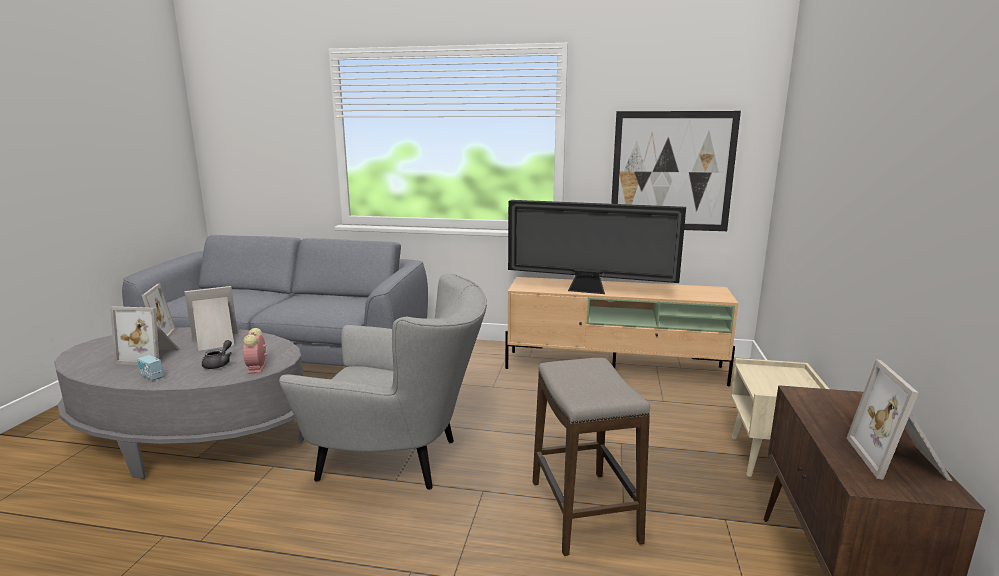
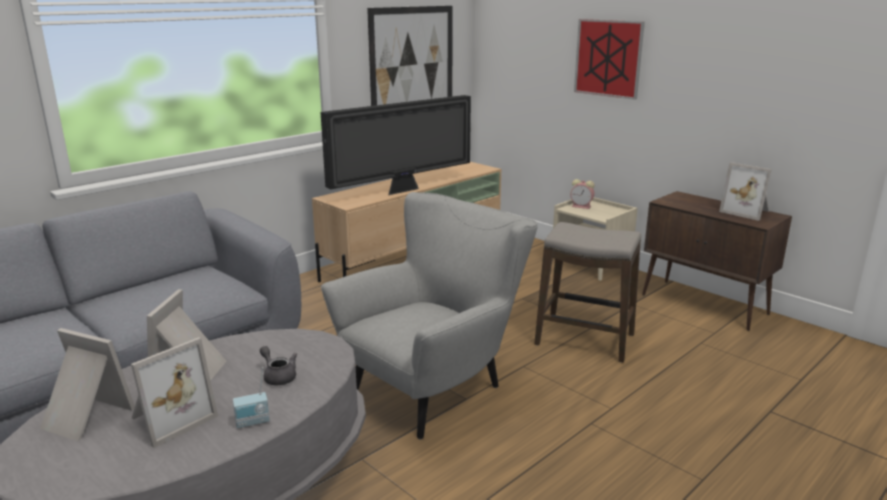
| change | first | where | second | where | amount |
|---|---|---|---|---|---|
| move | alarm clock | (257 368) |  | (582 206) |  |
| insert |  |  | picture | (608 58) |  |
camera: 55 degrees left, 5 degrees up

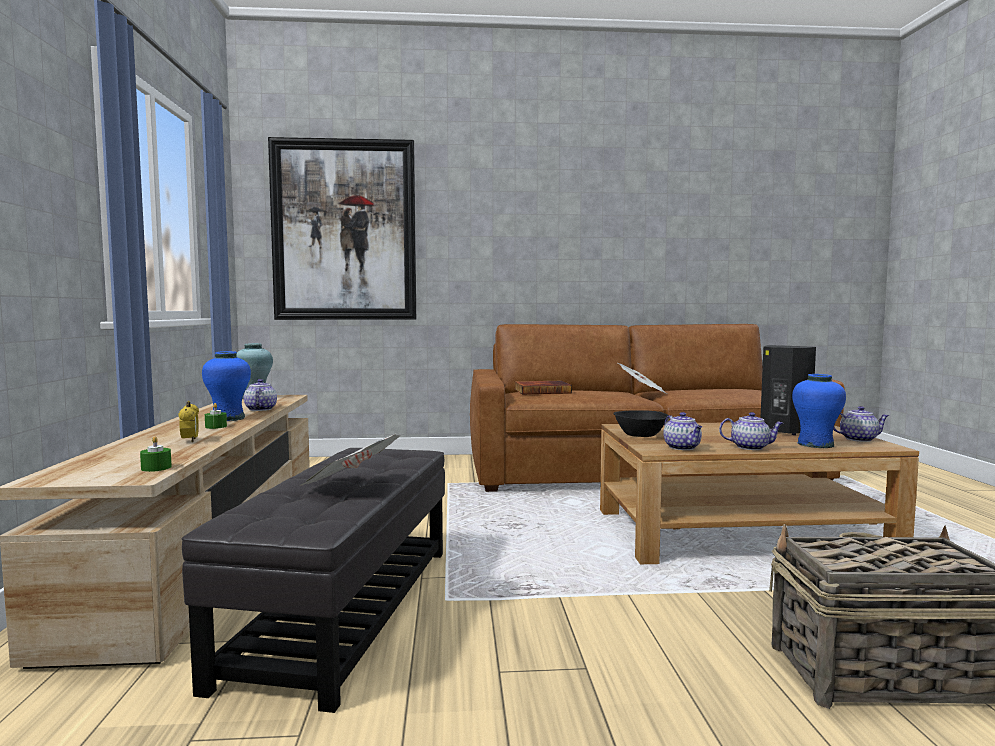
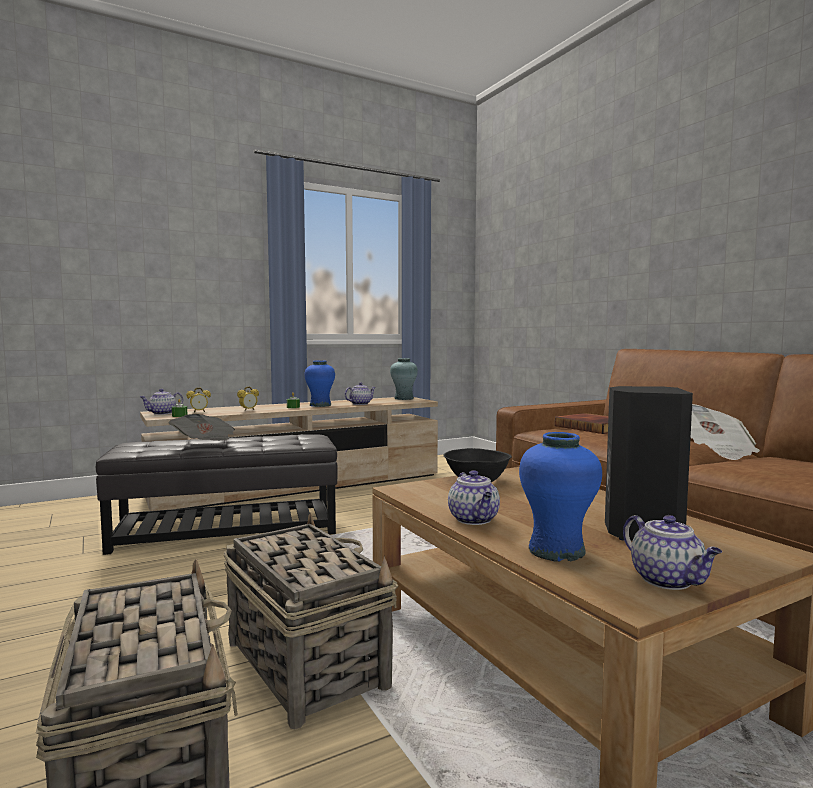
| change | first | where | second | where | amount |
|---|---|---|---|---|---|
| move | teapot | (683 448) |  | (162 413) |  |
| insert |  |  | alarm clock | (199 412) |  |
| insert |  |  | basket | (305 662) |  |
| delete | picture | (344 231) |  |  |  |
camera: 65 degrees right, 0 degrees up

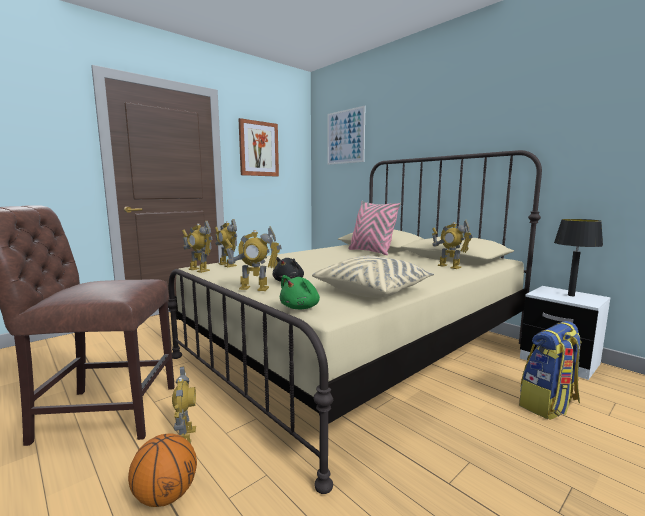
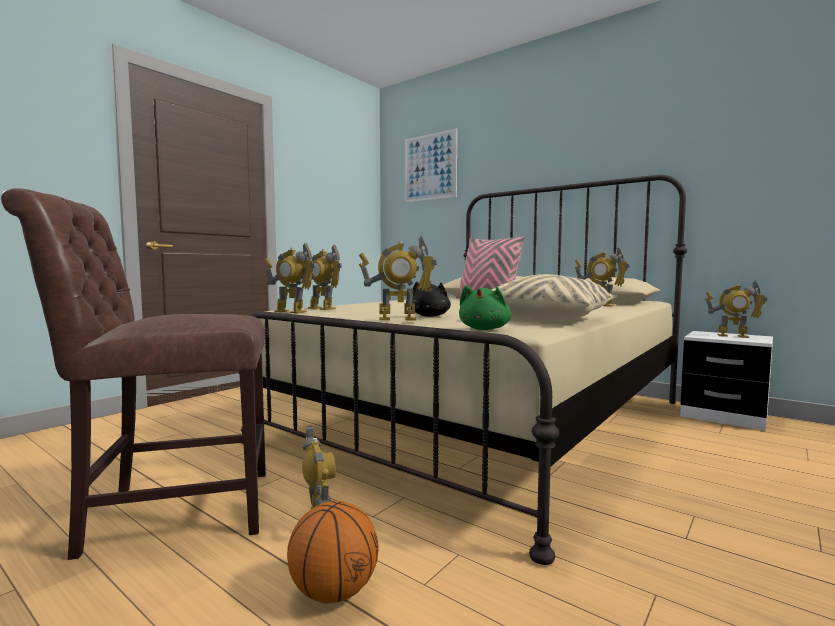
| change | first | where | second | where | amount |
|---|---|---|---|---|---|
| replace | table lamp in black | (571 295) | toy robot | (733 336) |  |
| delete | picture | (258 149) |  |  |  |
| delete | backpack | (548 405) |  |  |  |
camera: 10 degrees left, 5 degrees down

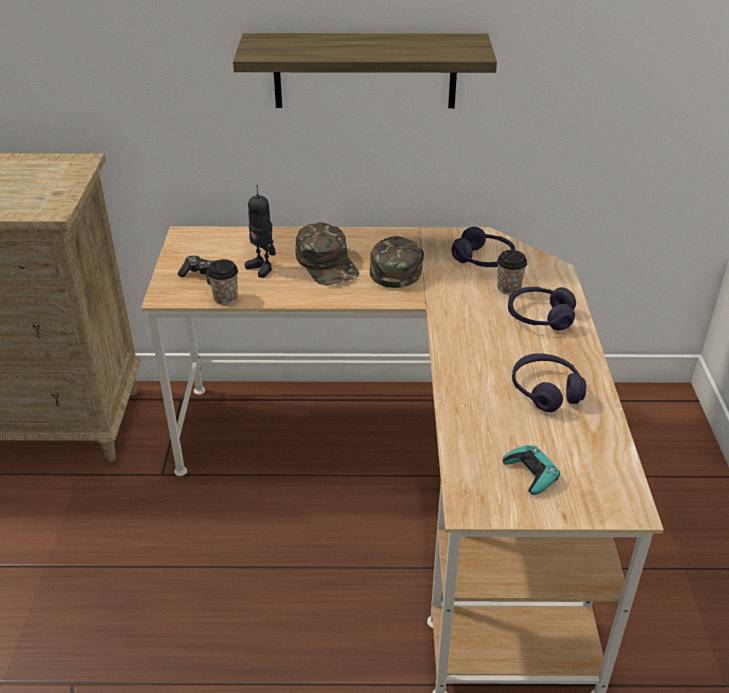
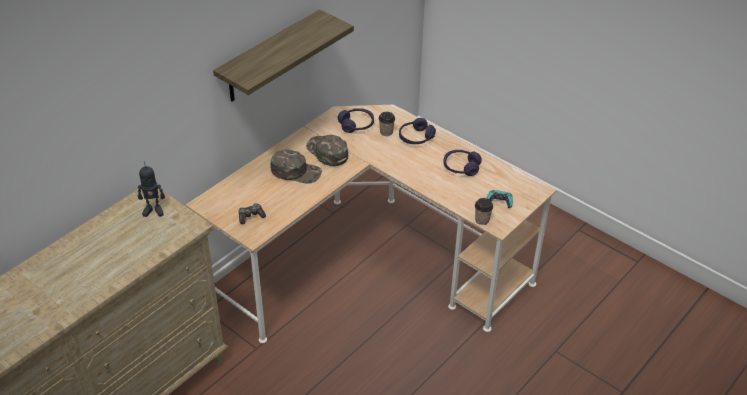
| change | first | where | second | where | amount |
|---|---|---|---|---|---|
| move | toy robot | (262 268) |  | (153 210) |  |
| move | cup | (225 298) |  | (482 220) |  |
camera: 50 degrees left, 5 degrees up

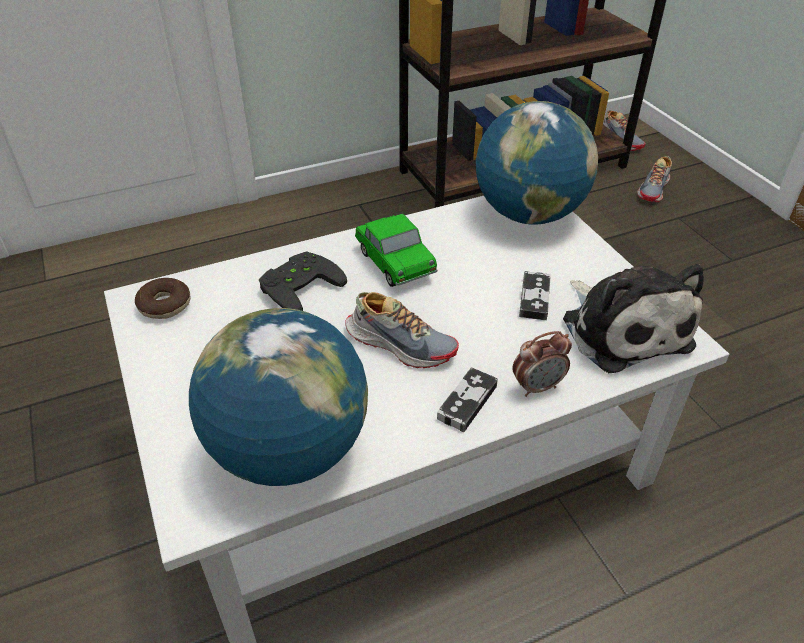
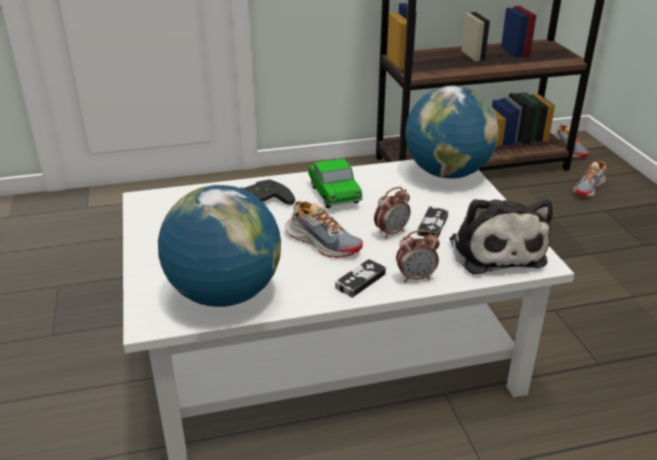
| change | first | where | second | where | amount |
|---|---|---|---|---|---|
| insert |  |  | alarm clock | (391 232) |  |
| delete | donut | (165 305) |  |  |  |
camera: 10 degrees right, 10 degrees down

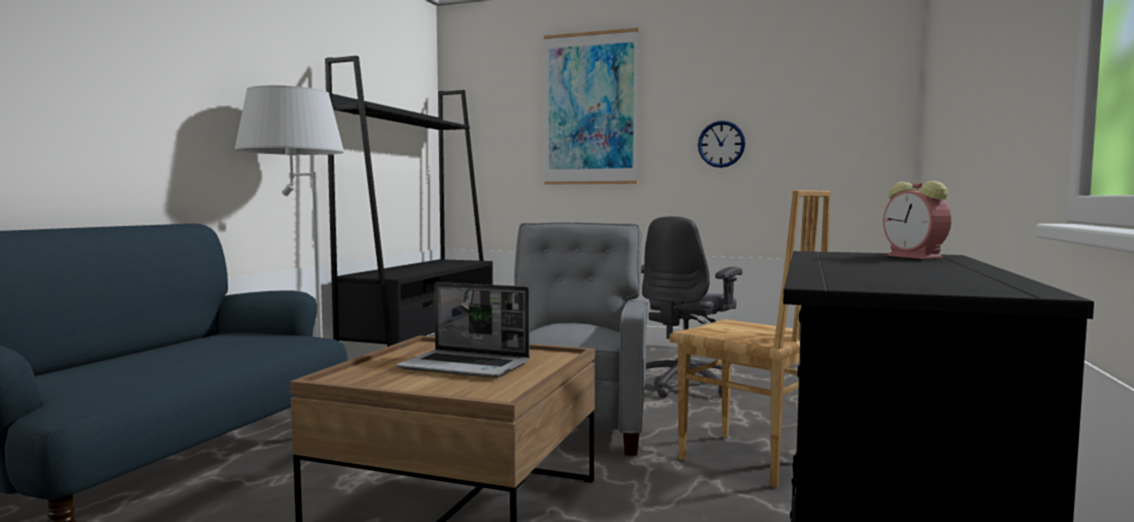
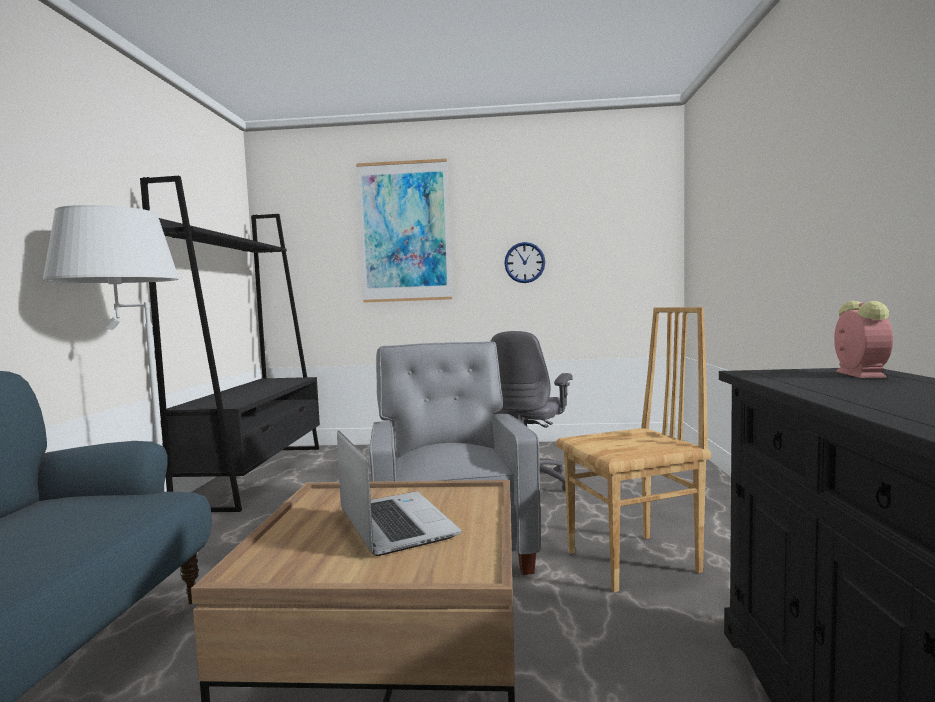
| change | first | where | second | where | amount |
|---|---|---|---|---|---|
| rotate | laptop | (466 366) |  | (394 524) | 120 degrees counterclockwise |
| rotate | chair in brown | (747 460) |  | (634 562) | 45 degrees counterclockwise |
| rotate | alarm clock | (917 257) |  | (858 374) | 135 degrees counterclockwise |
camera: 15 degrees left, 0 degrees up

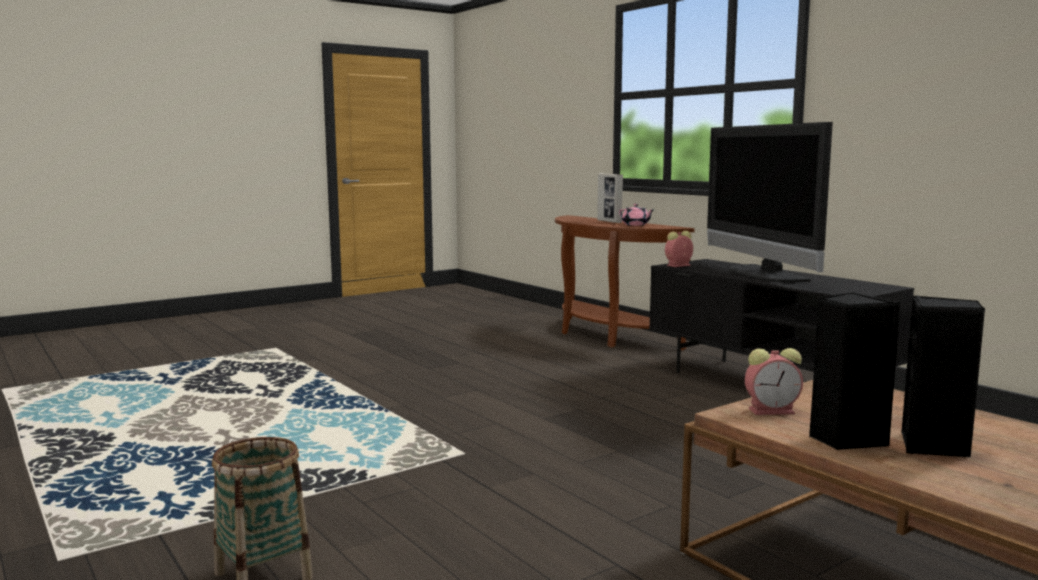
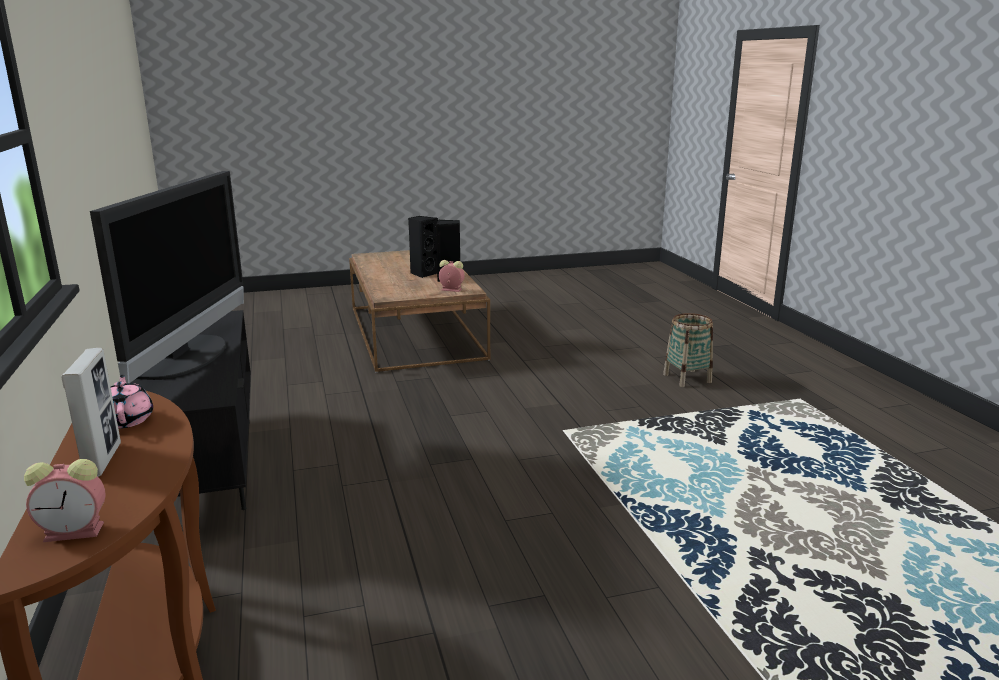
| change | first | where | second | where | amount |
|---|---|---|---|---|---|
| move | alarm clock | (678 265) |  | (77 531) |  |
camera: 160 degrees left, 10 degrees up

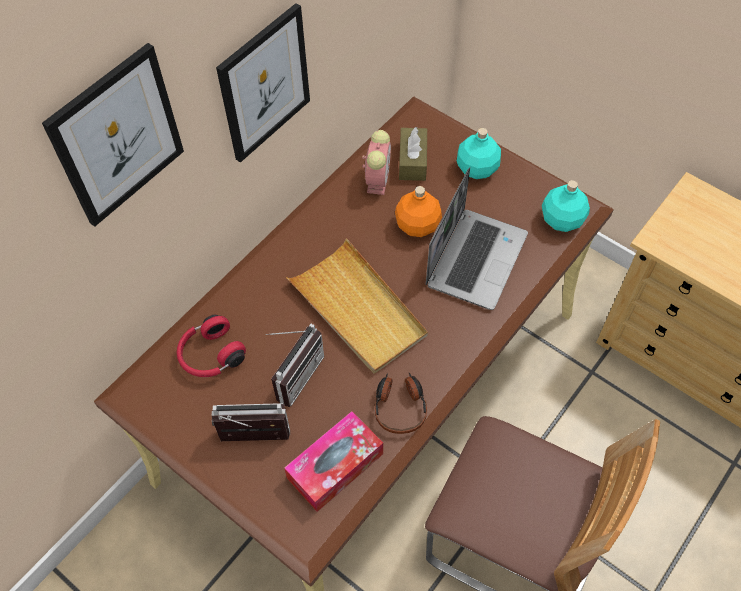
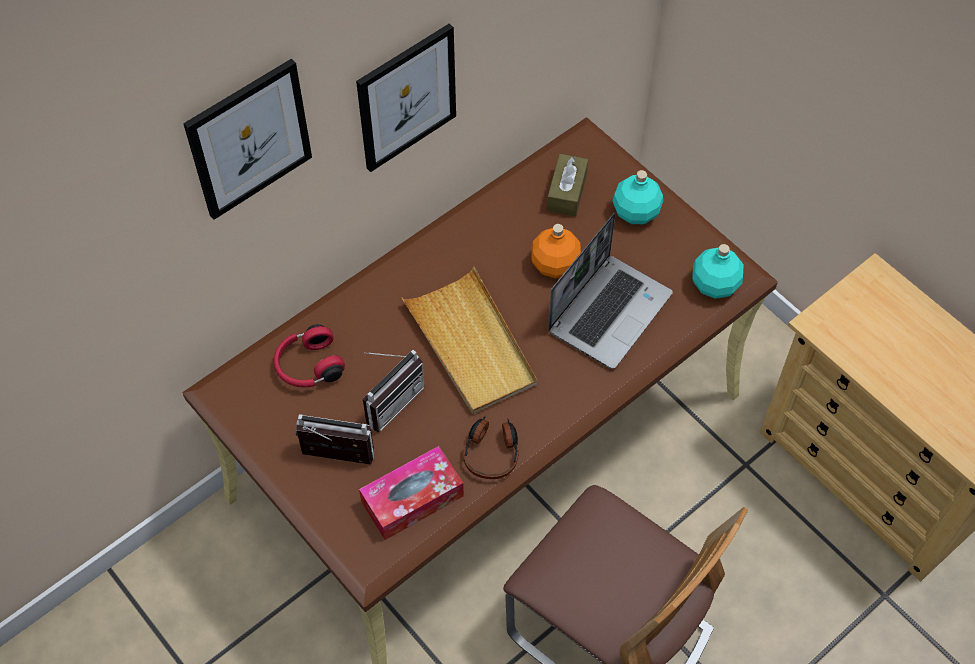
| change | first | where | second | where | amount |
|---|---|---|---|---|---|
| delete | alarm clock | (377 179) |  |  |  |
camera: 10 degrees right, 0 degrees up

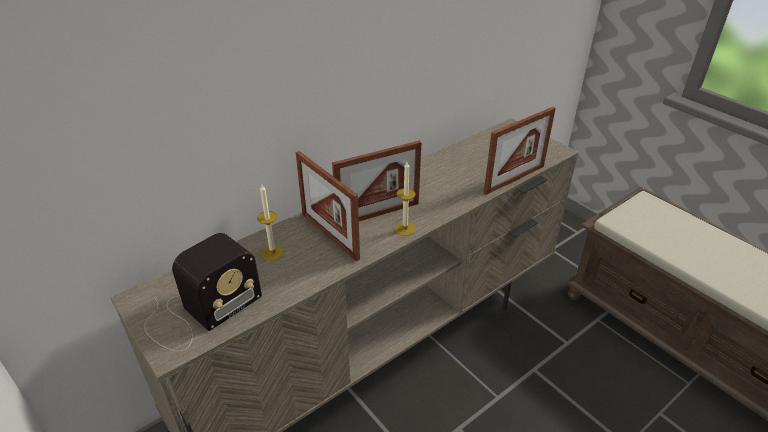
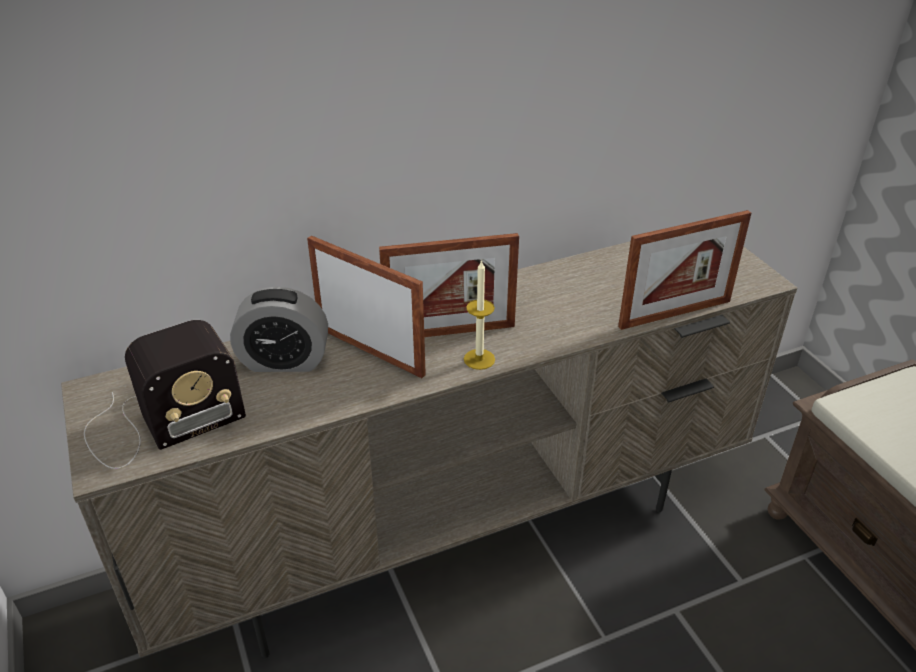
| change | first | where | second | where | amount |
|---|---|---|---|---|---|
| replace | candle | (272 253) | alarm clock | (284 361) |  |
| rotate | picture frame | (329 236) |  | (370 351) | 150 degrees clockwise |
camera: 15 degrees right, 0 degrees up

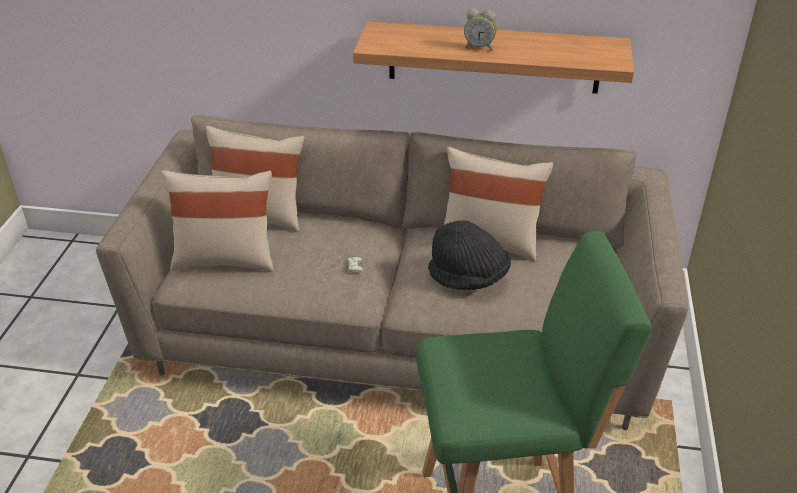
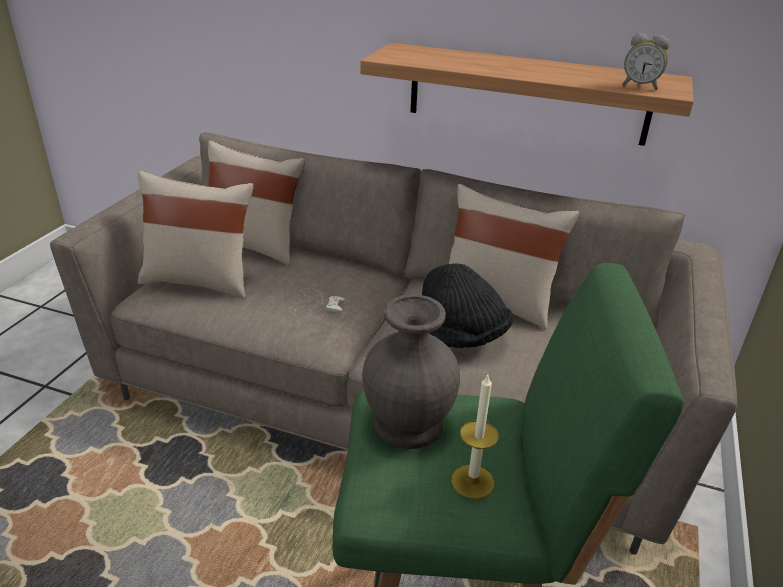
| change | first | where | second | where | amount |
|---|---|---|---|---|---|
| insert |  |  | vase in grey | (408 424) |  |
| insert |  |  | candle | (472 481) |  |
| move | alarm clock | (479 47) |  | (640 86) |  |
camera: 10 degrees right, 5 degrees down

